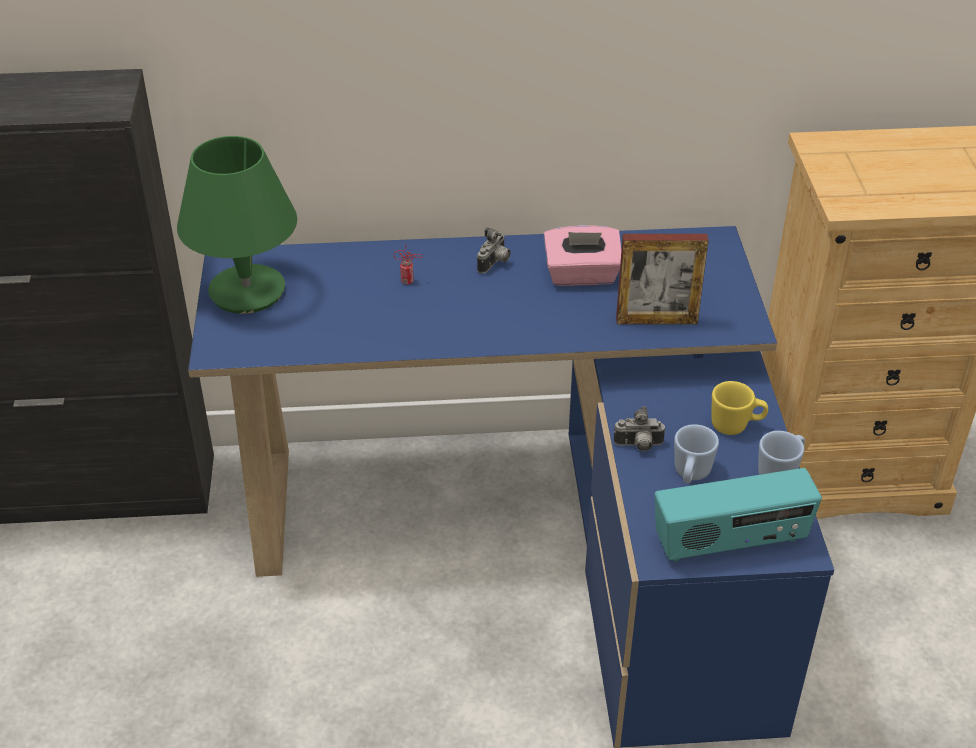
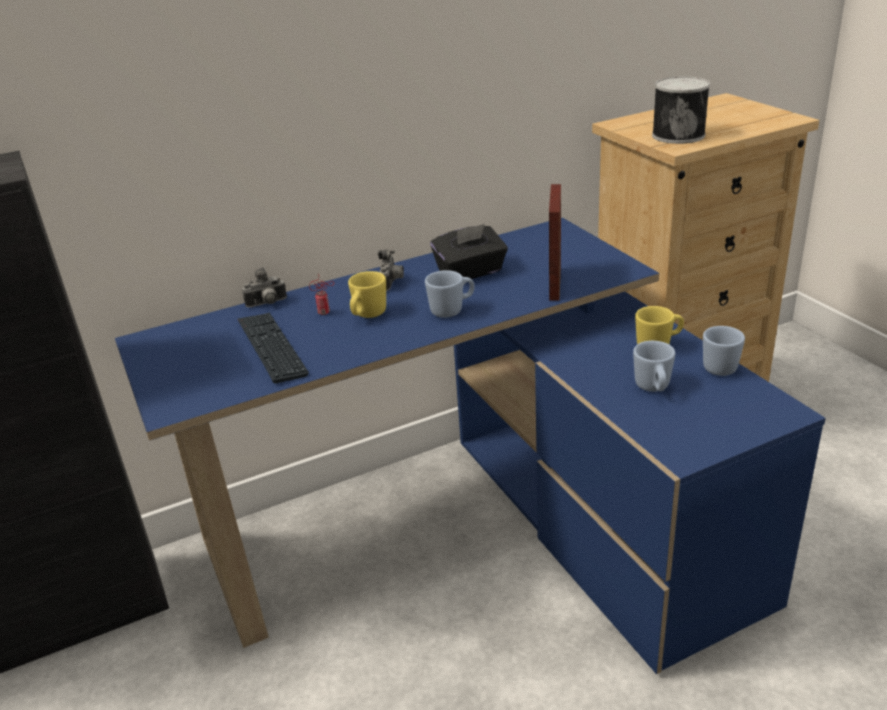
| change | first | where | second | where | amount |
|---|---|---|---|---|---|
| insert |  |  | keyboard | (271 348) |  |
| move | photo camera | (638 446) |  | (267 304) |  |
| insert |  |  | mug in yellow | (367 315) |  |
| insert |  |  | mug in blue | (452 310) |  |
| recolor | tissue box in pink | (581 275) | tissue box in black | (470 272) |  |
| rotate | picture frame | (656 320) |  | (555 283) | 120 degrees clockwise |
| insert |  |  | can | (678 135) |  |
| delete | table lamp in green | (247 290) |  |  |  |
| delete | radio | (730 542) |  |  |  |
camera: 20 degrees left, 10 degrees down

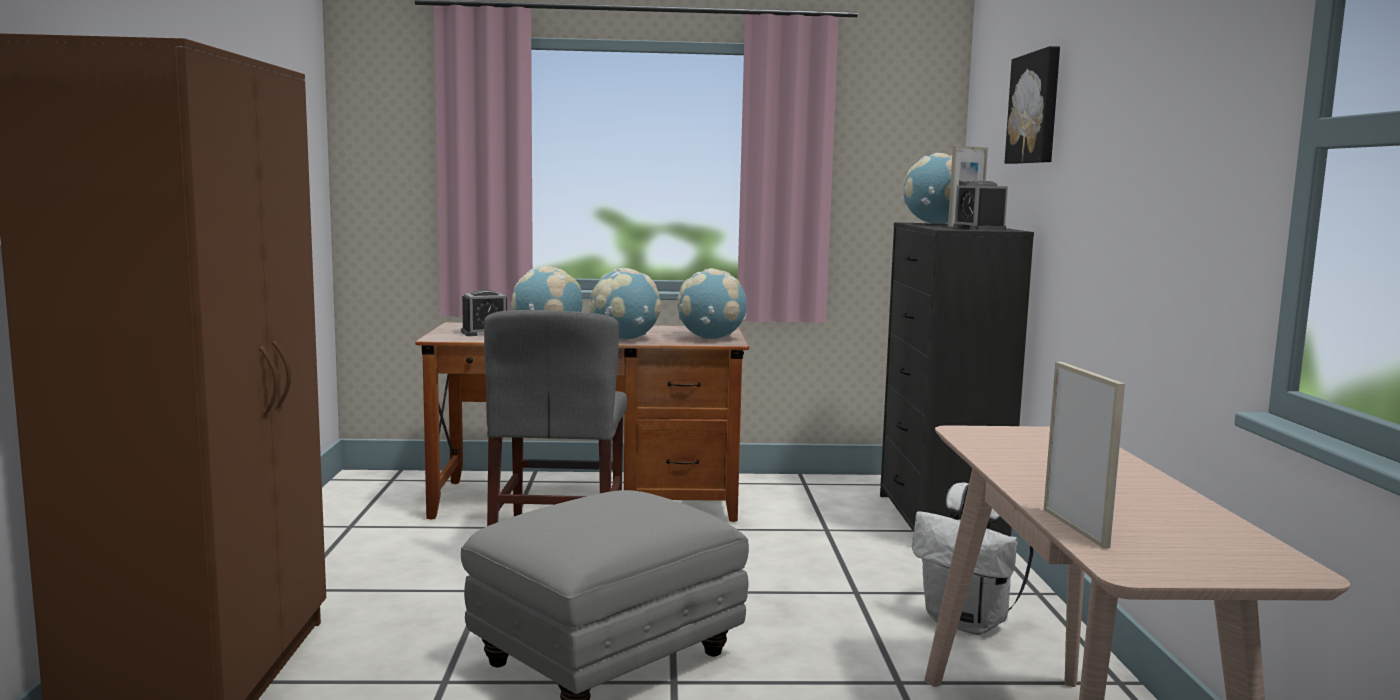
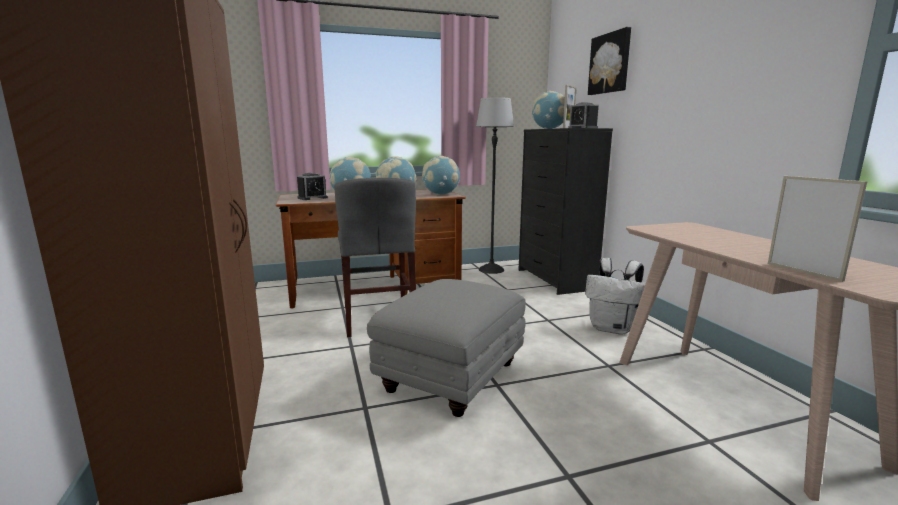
| change | first | where | second | where | amount |
|---|---|---|---|---|---|
| insert |  |  | floor lamp | (491 270) |  |
camera: 15 degrees left, 5 degrees up

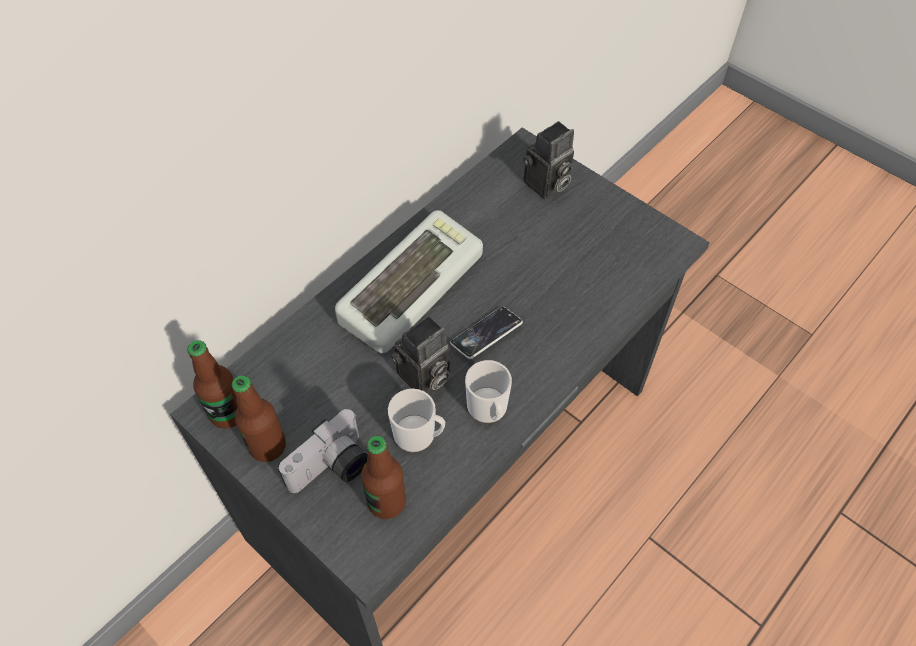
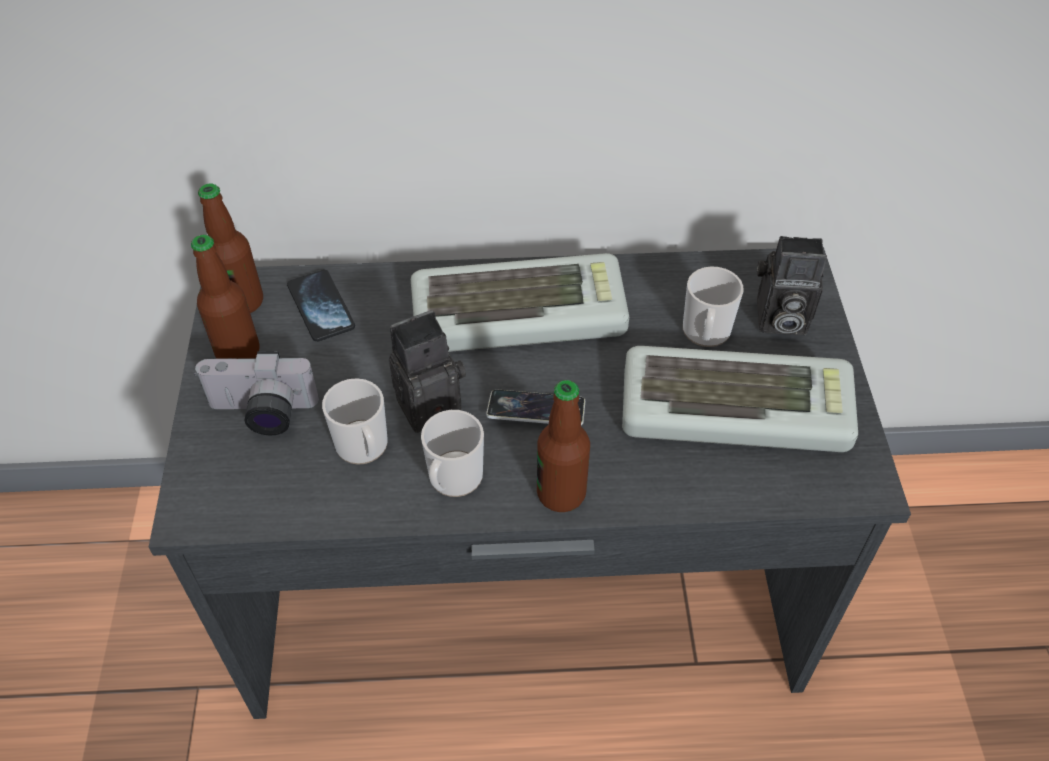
| change | first | where | second | where | amount |
|---|---|---|---|---|---|
| insert |  |  | phone | (321 307) |  |
| rotate | photo camera | (423 378) |  | (430 403) | 150 degrees clockwise |
| move | bottle | (386 502) |  | (561 493) |  |
| insert |  |  | keyboard | (736 407) |  |
| insert |  |  | mug | (705 334) |  |
camera: 45 degrees right, 5 degrees down

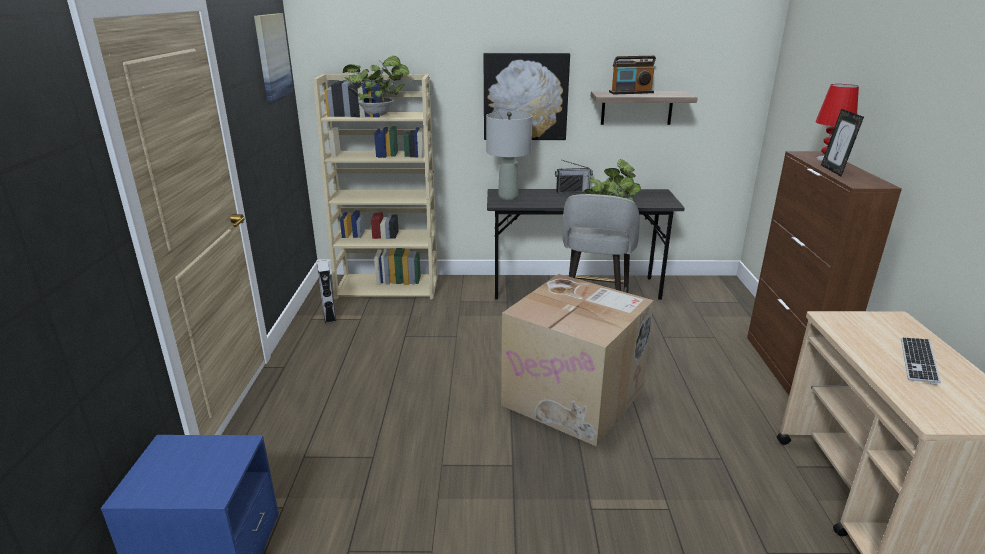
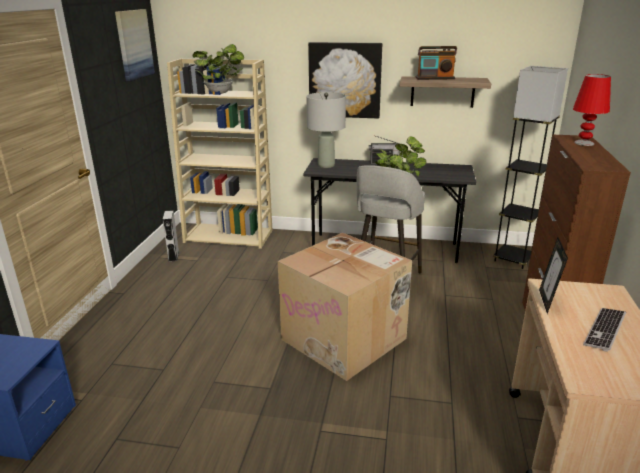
| change | first | where | second | where | amount |
|---|---|---|---|---|---|
| insert |  |  | floor lamp in grey | (513 259) |  |
| move | picture frame | (834 170) |  | (547 301) |  |
camera: 10 degrees right, 0 degrees up

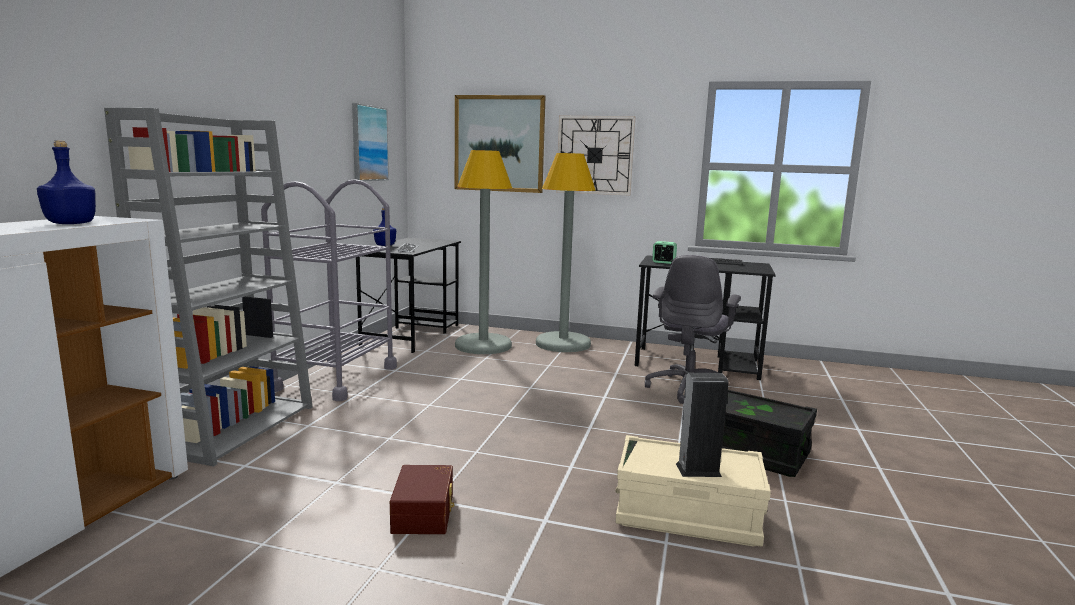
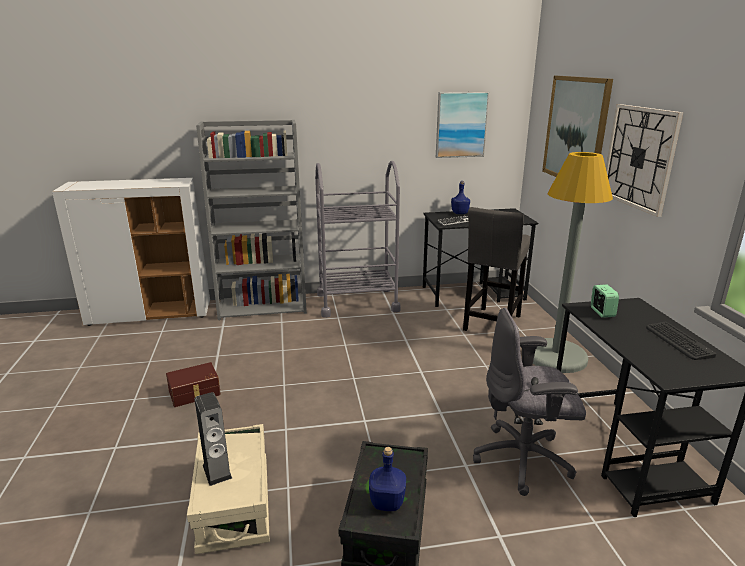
| change | first | where | second | where | amount |
|---|---|---|---|---|---|
| move | bottle in blue | (70 224) |  | (386 502) |  |
| replace | floor lamp in grey | (483 345) | stool in grey | (491 325) |  |
camera: 65 degrees right, 10 degrees up

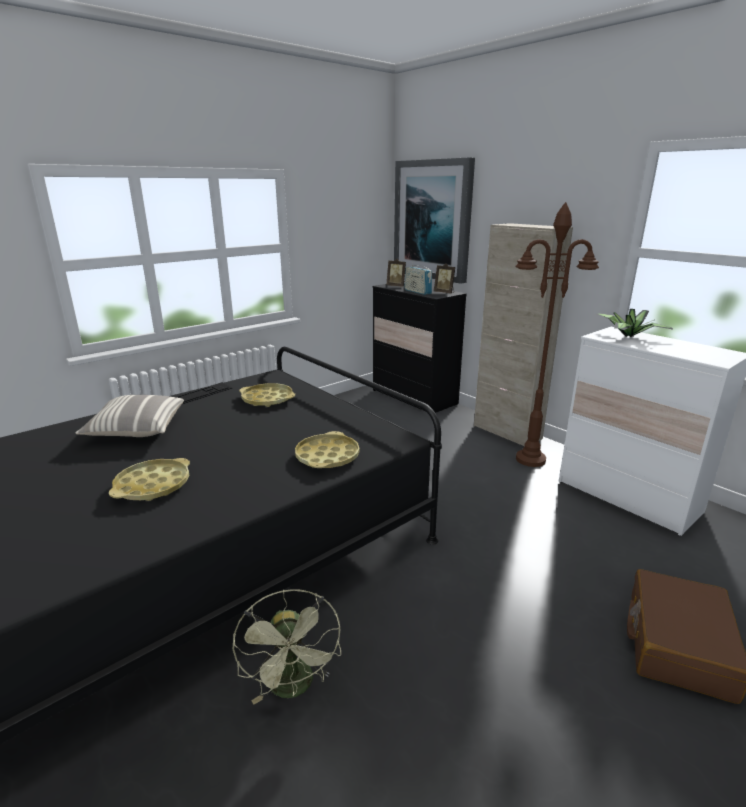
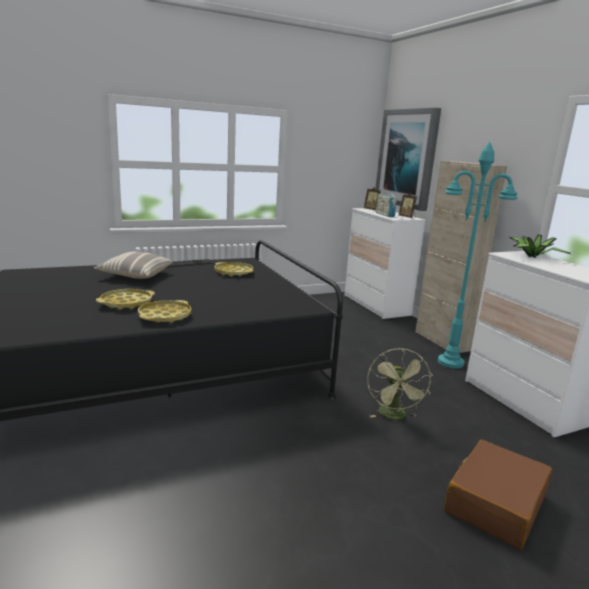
| change | first | where | second | where | amount |
|---|---|---|---|---|---|
| move | tray in yellow | (327 456) |  | (165 316) |  |
| recolor | dresser in black | (414 397) | dresser in white | (376 305) |  |
| move | fan in green | (294 688) |  | (394 416) |  |
| recolor | floor lamp in brown | (531 459) | floor lamp in turquoise | (451 362) |  |
camera: 15 degrees right, 5 degrees down

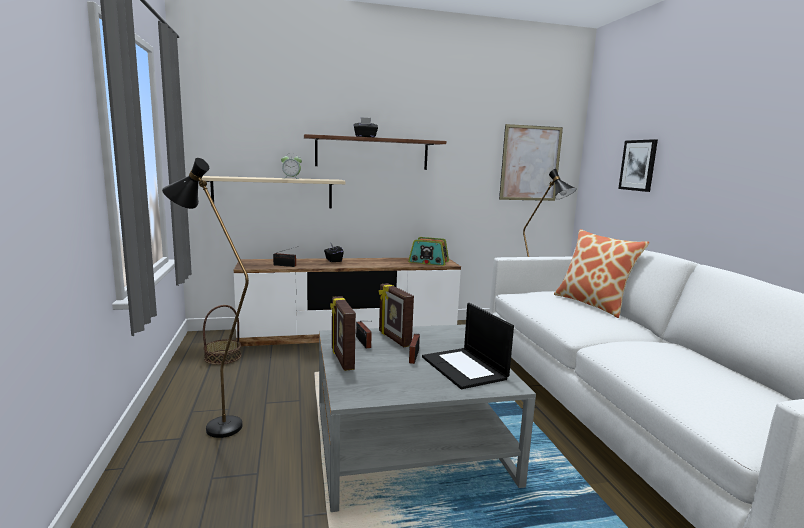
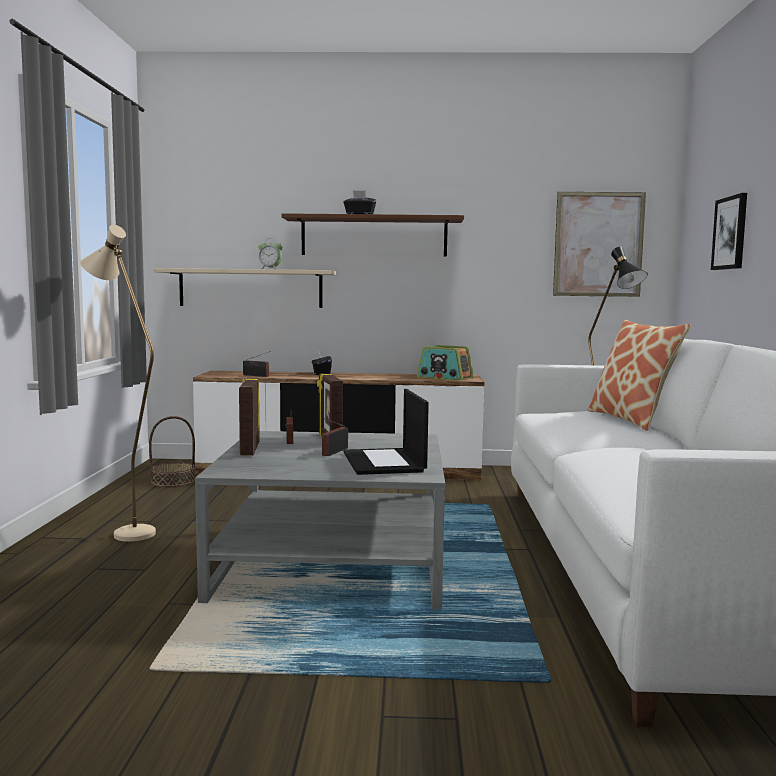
| change | first | where | second | where | amount |
|---|---|---|---|---|---|
| recolor | floor lamp in black | (213 425) | floor lamp in beige | (125 531) |  |
camera: 15 degrees right, 5 degrees down

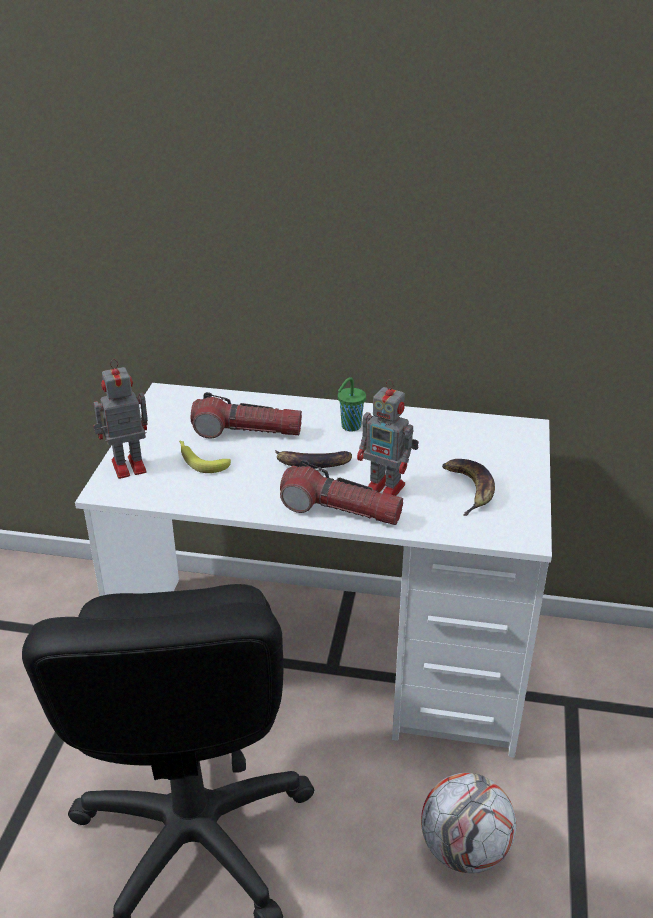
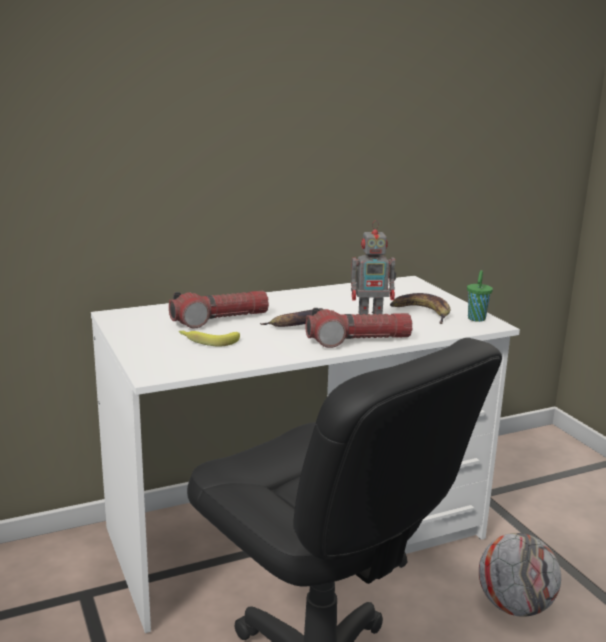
| change | first | where | second | where | amount |
|---|---|---|---|---|---|
| move | cup in green | (350 427) |  | (476 319) |  |
| delete | toy robot | (126 467) |  |  |  |
camera: 35 degrees left, 15 degrees down

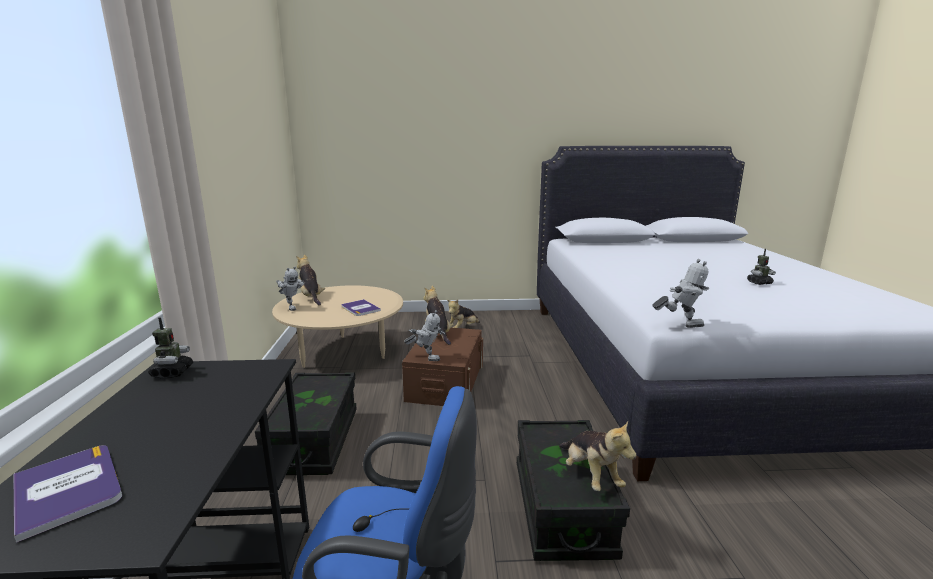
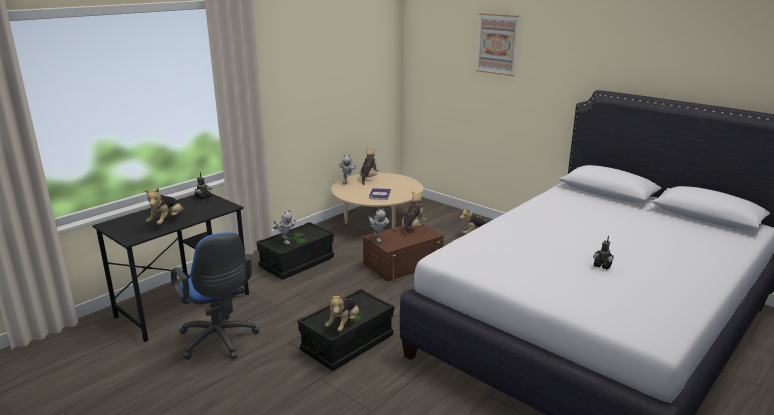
| change | first | where | second | where | amount |
|---|---|---|---|---|---|
| insert |  |  | plush toy | (167 221) |  |
| move | toy robot | (679 325) |  | (285 241) |  |
| insert |  |  | picture | (497 44) |  |
| delete | book | (68 489) |  |  |  |
camera: 45 degrees right, 5 degrees up

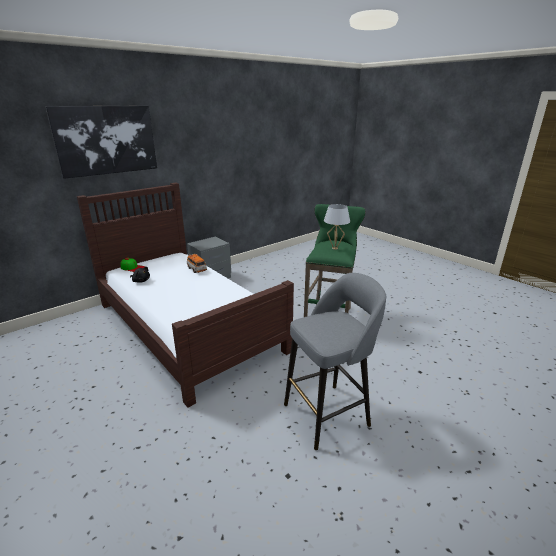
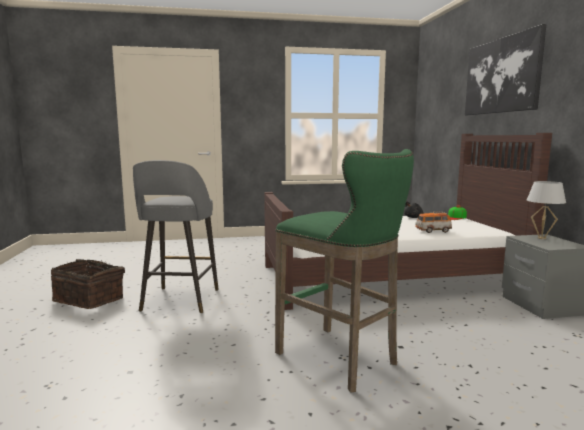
| change | first | where | second | where | amount |
|---|---|---|---|---|---|
| insert |  |  | basket | (90 299) |  |
| move | table lamp in white | (334 248) |  | (542 238) |  |
camera: 120 degrees right, 15 degrees down

